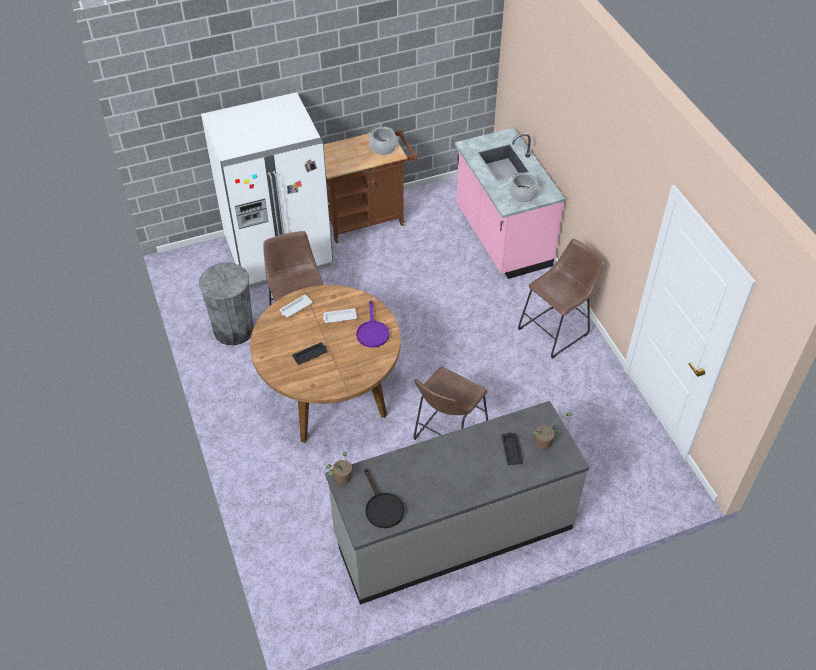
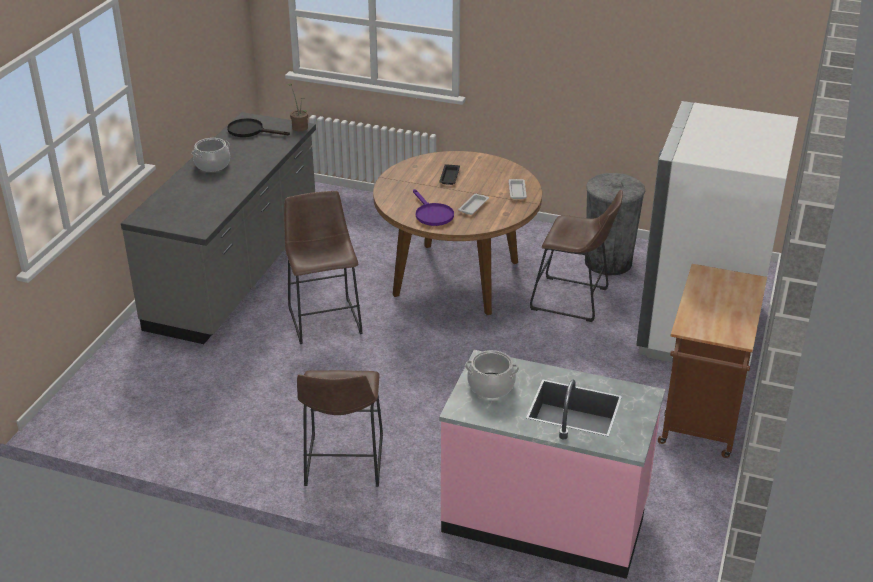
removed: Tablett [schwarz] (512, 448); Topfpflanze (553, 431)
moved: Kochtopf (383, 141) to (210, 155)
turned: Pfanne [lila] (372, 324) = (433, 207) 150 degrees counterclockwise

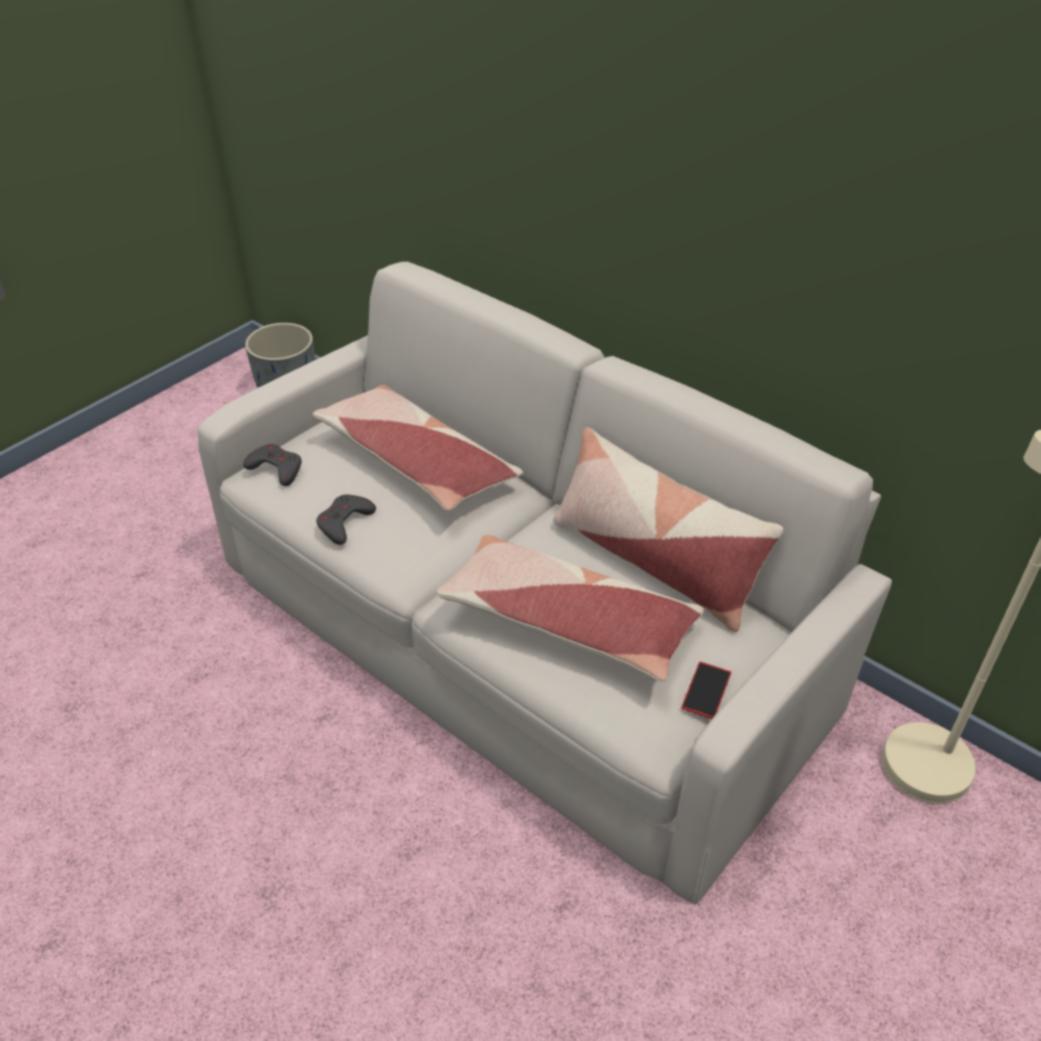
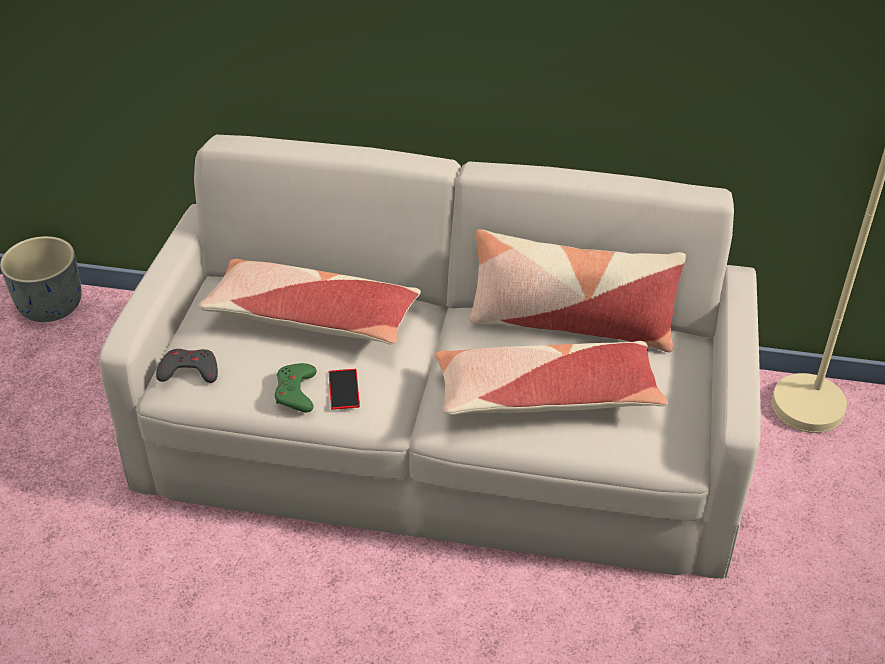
moved: Handy (706, 690) to (344, 389)
recoloured: Gamepad [grau] (346, 519) to Gamepad [grün] (295, 387)

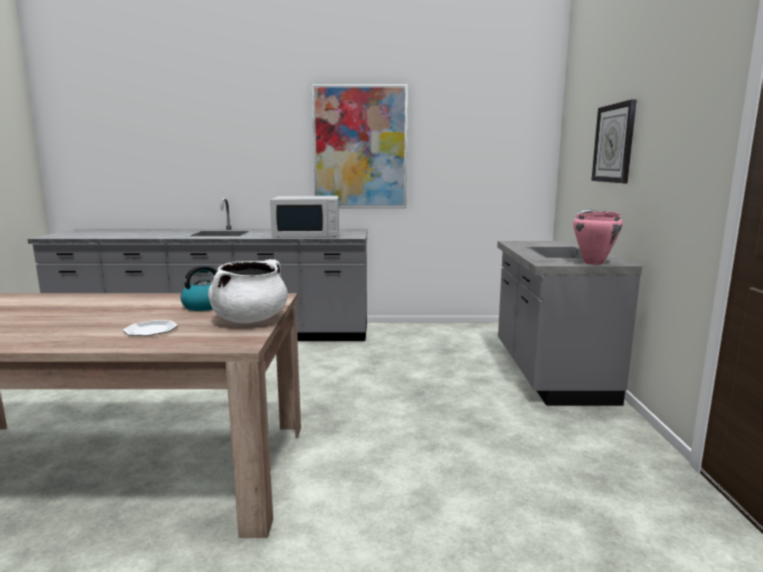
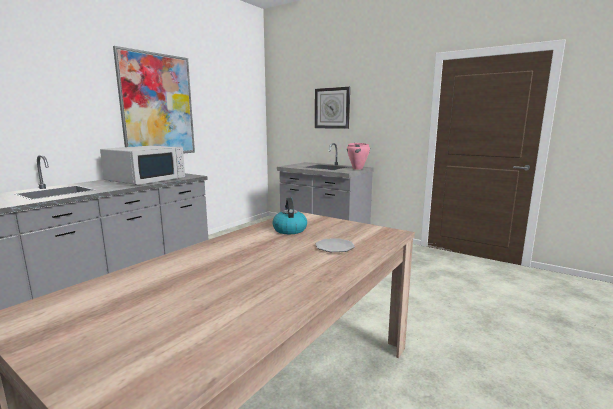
removed: Kochtopf [weiß] (248, 291)

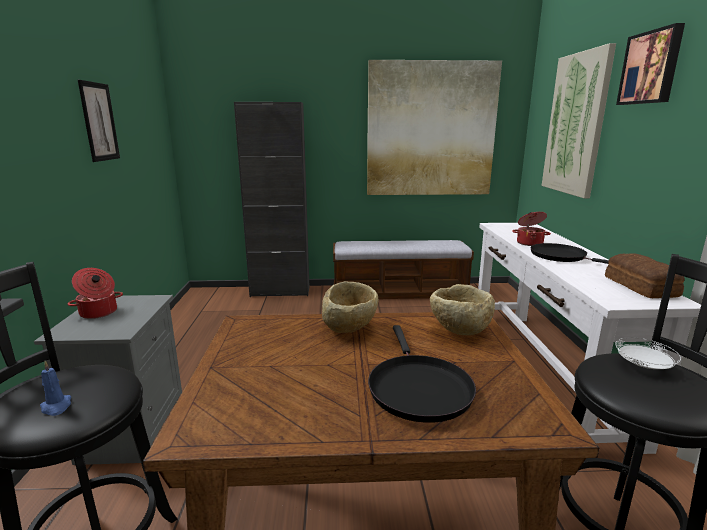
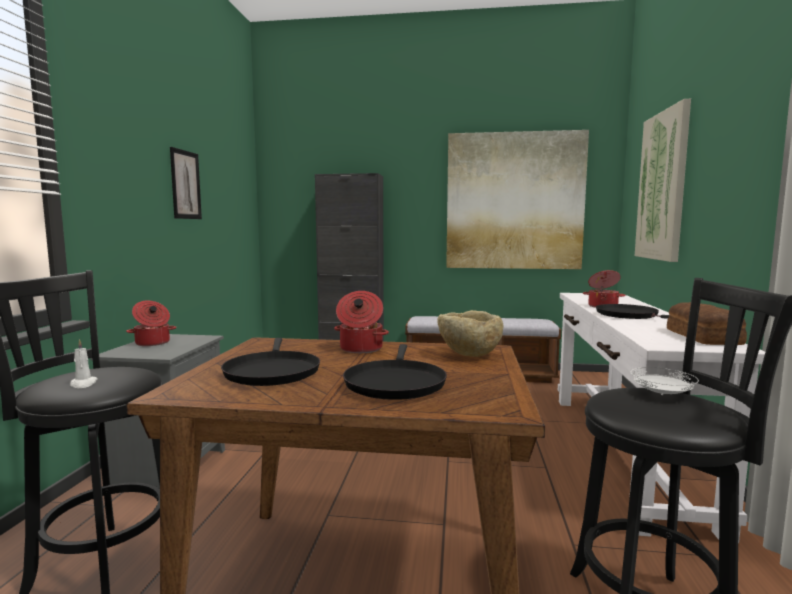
removed: Bild (650, 64)
added: Pfanne [schwarz] (270, 362)
replaced: Schüssel [beige] (350, 307) to Kochtopf (361, 322)
recoloured: Kerze [blau] (55, 388) to Kerze [weiß] (84, 363)

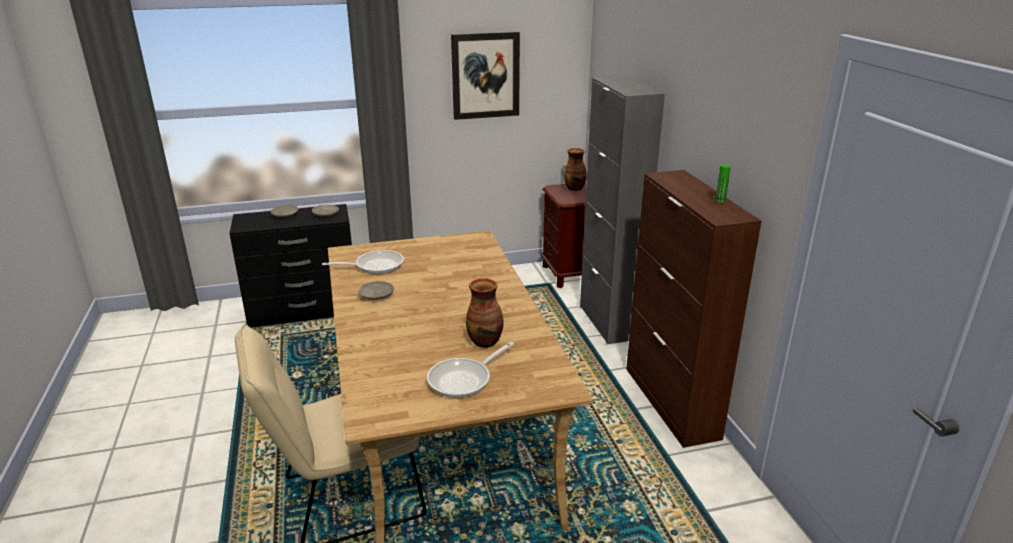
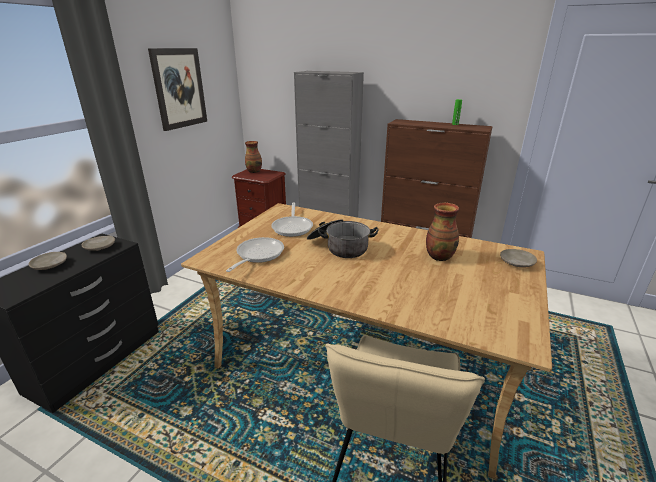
added: Kochtopf (343, 238)
moved: Pfanne (470, 370) to (292, 219); Teller [beige] (376, 290) to (518, 258)

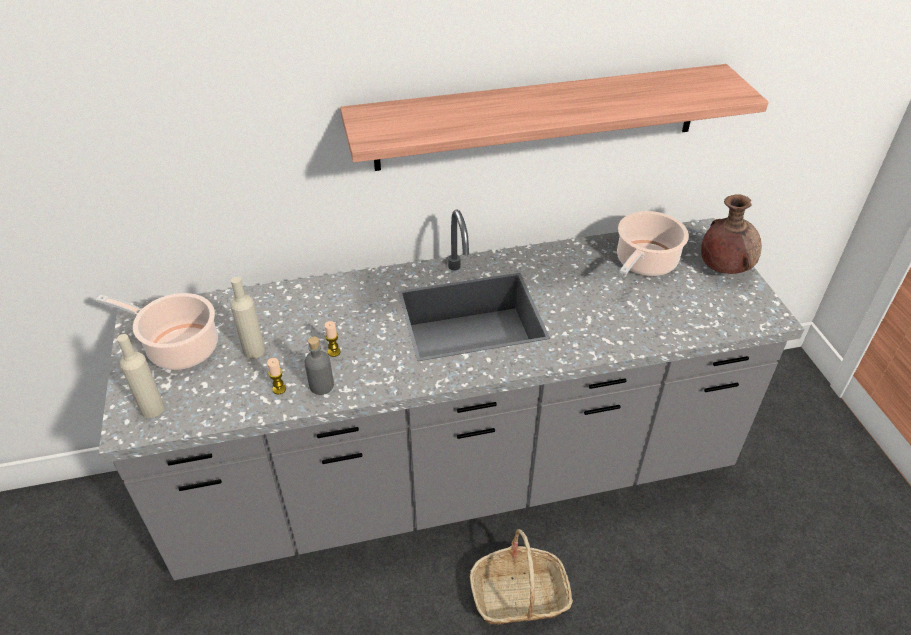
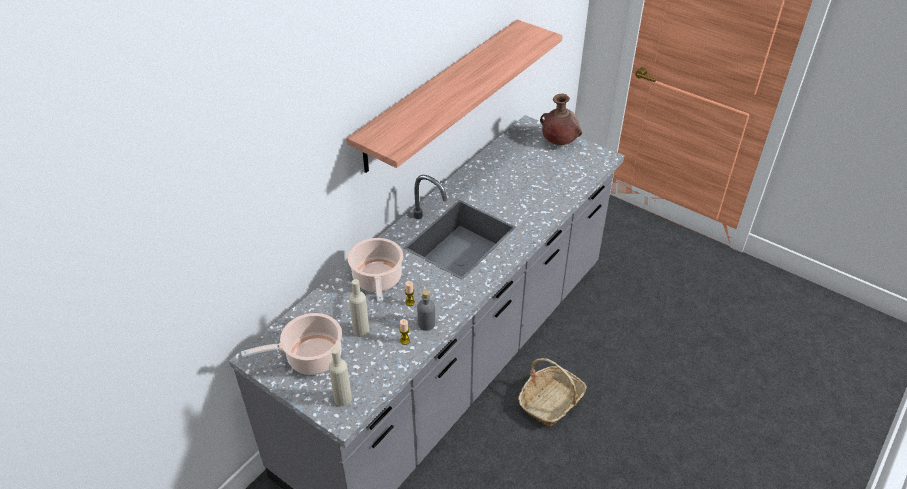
moved: Kochtopf (653, 243) to (375, 270)

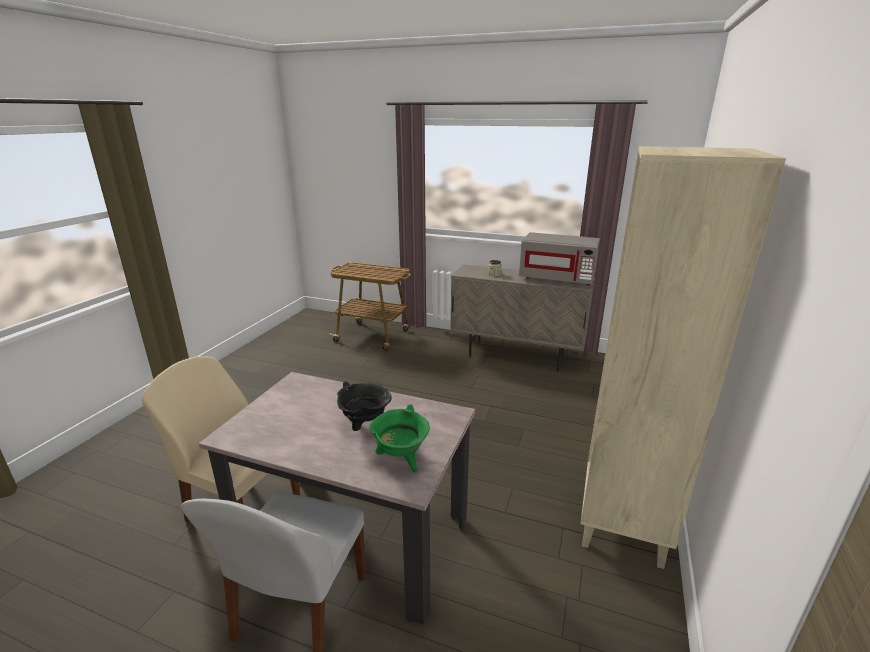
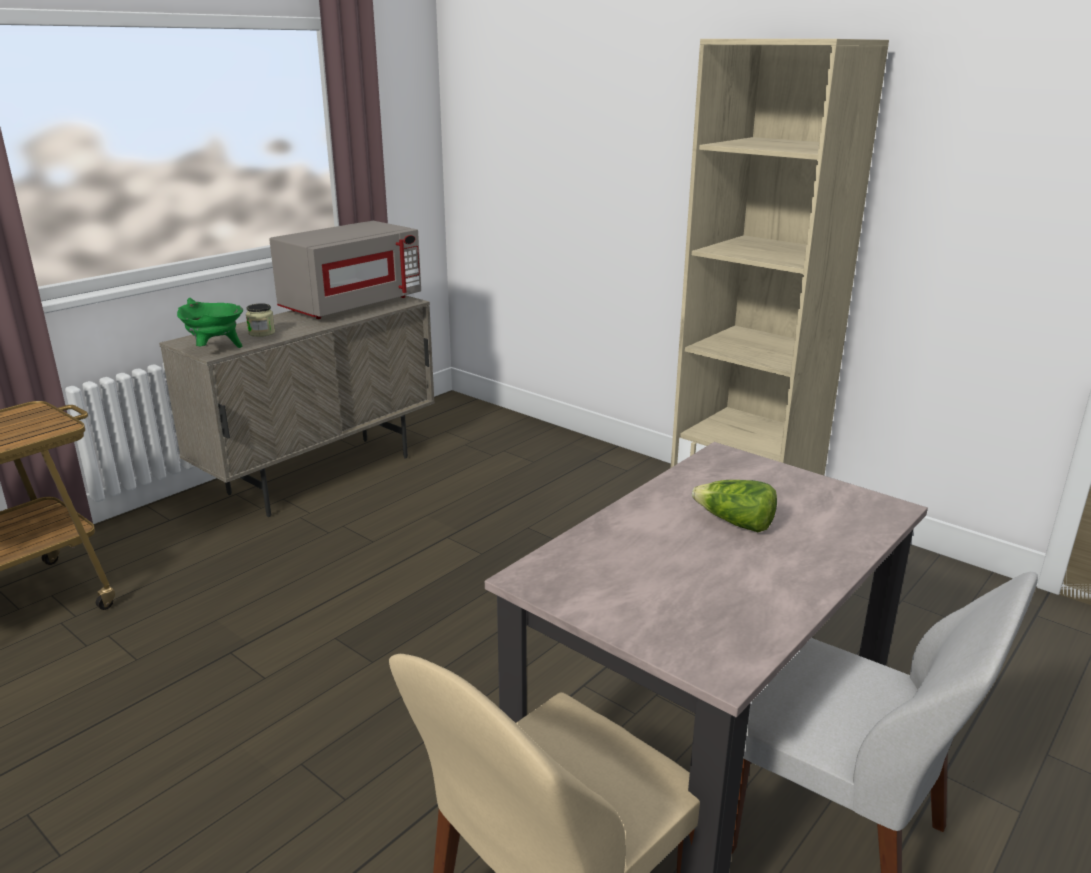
moved: Kochtopf [grün] (399, 438) to (210, 323)
replaced: Kochtopf [schwarz] (364, 406) to Salatkopf (734, 506)

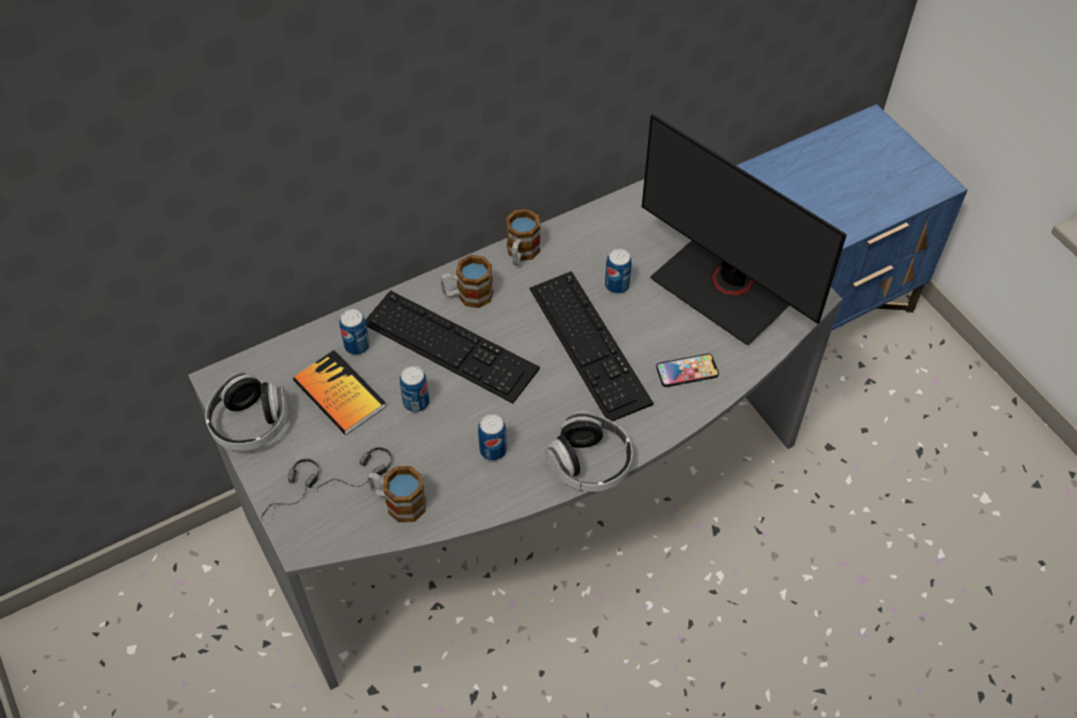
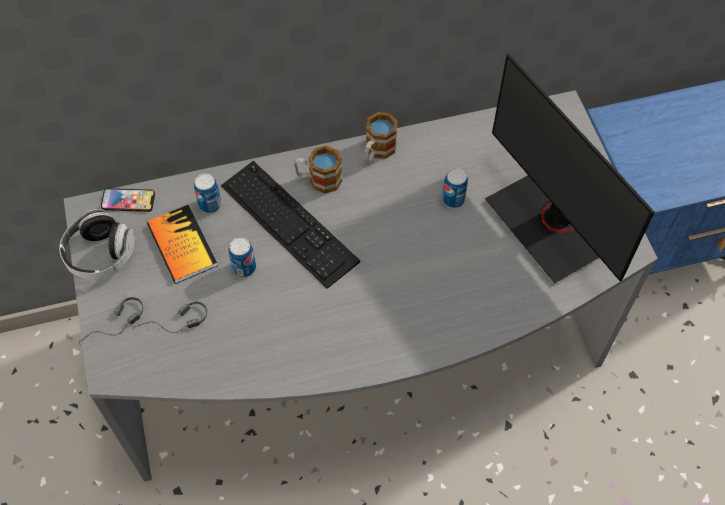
removed: Henkelbecher (396, 494); Dose (492, 437); Tastatur (591, 346); Kopfhörer (588, 452)
moved: Handy (687, 370) to (128, 200)

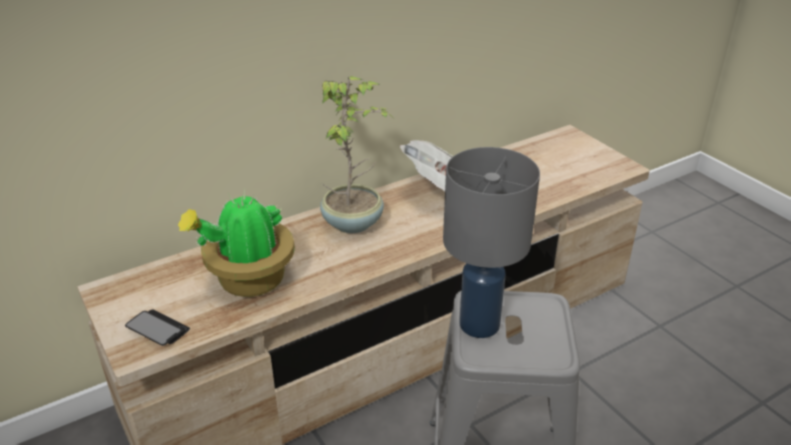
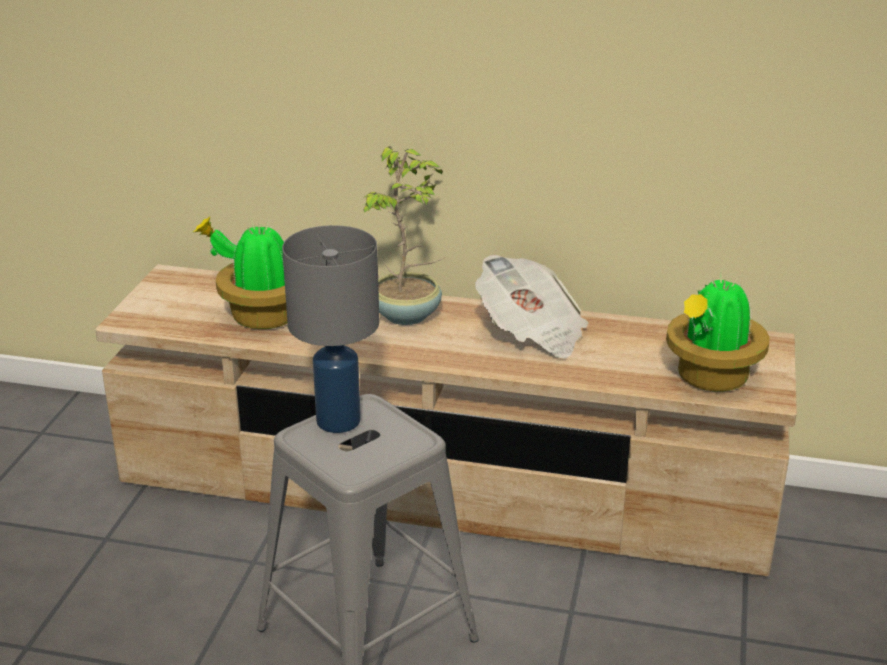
removed: Handy (157, 328)
added: Topfpflanze (718, 332)

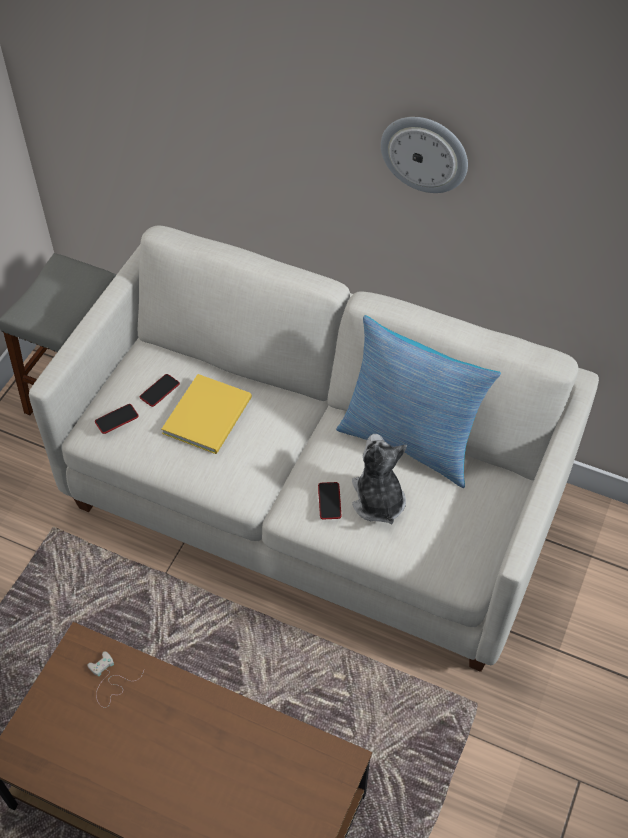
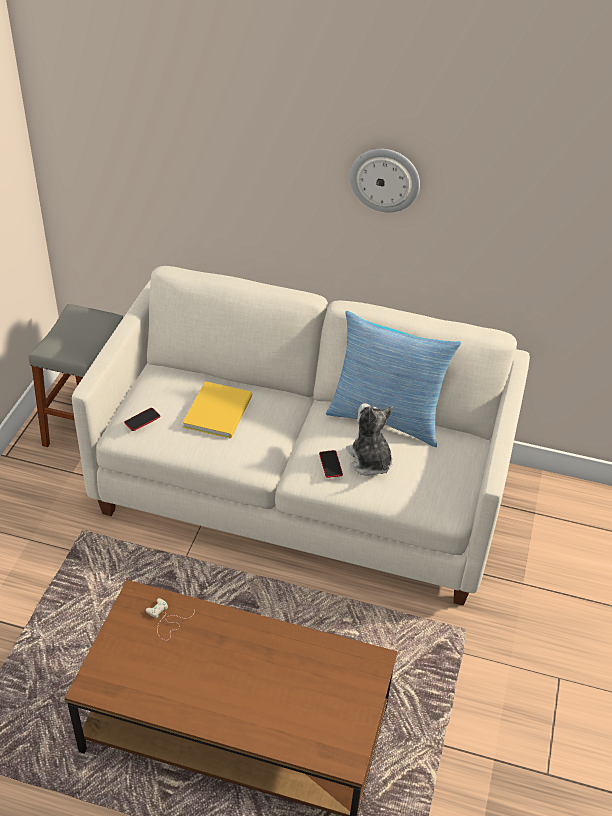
removed: Handy (160, 390)

